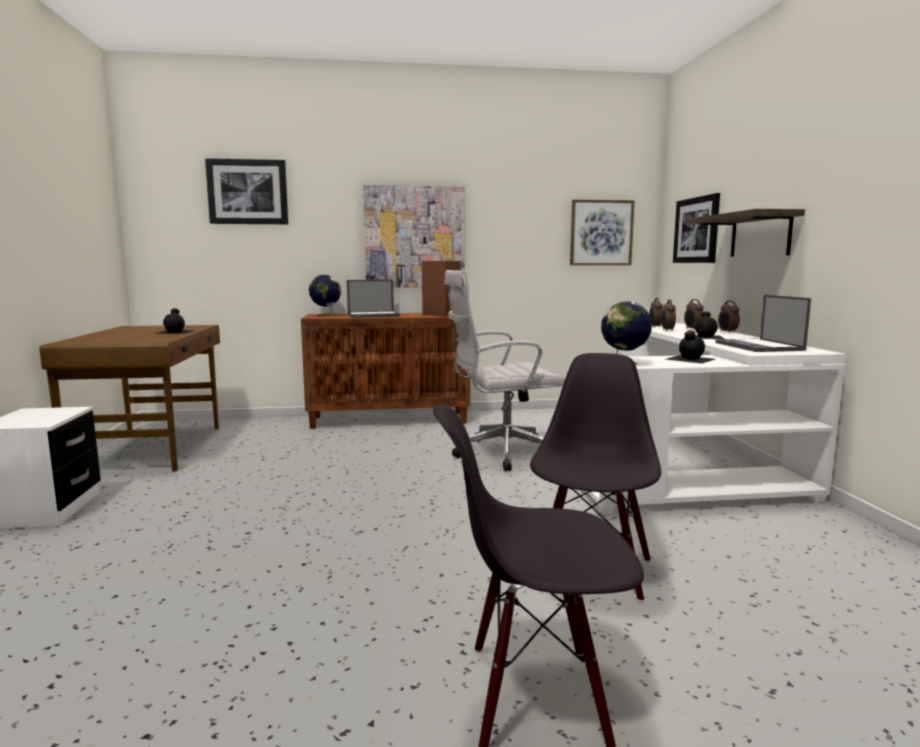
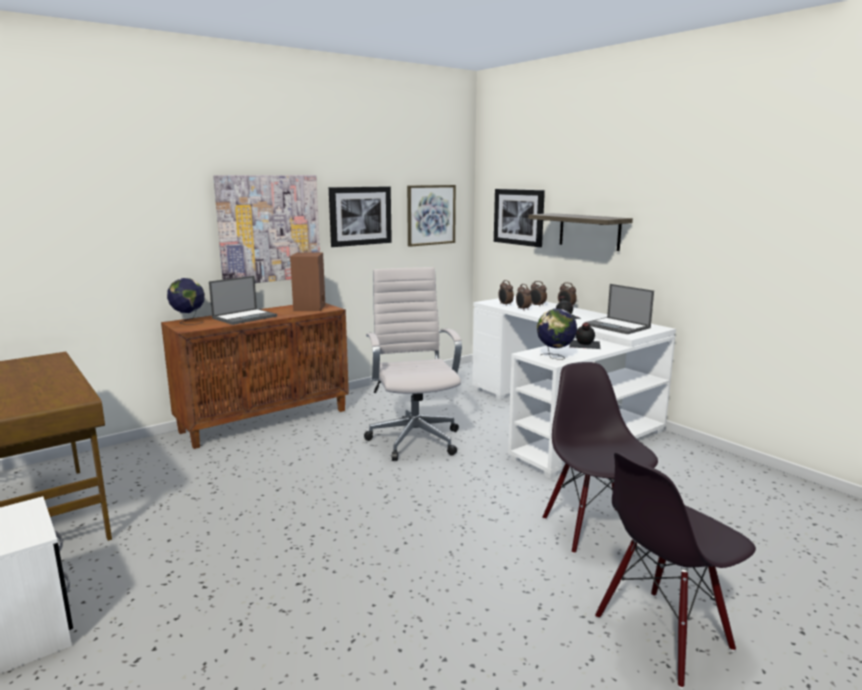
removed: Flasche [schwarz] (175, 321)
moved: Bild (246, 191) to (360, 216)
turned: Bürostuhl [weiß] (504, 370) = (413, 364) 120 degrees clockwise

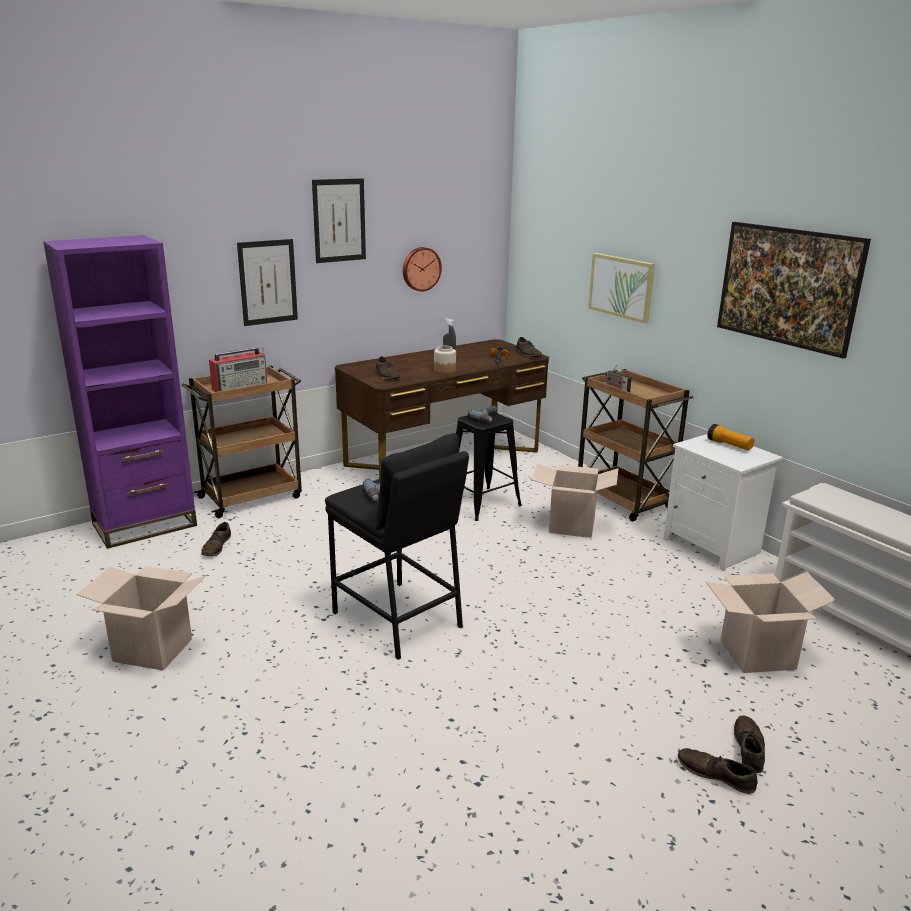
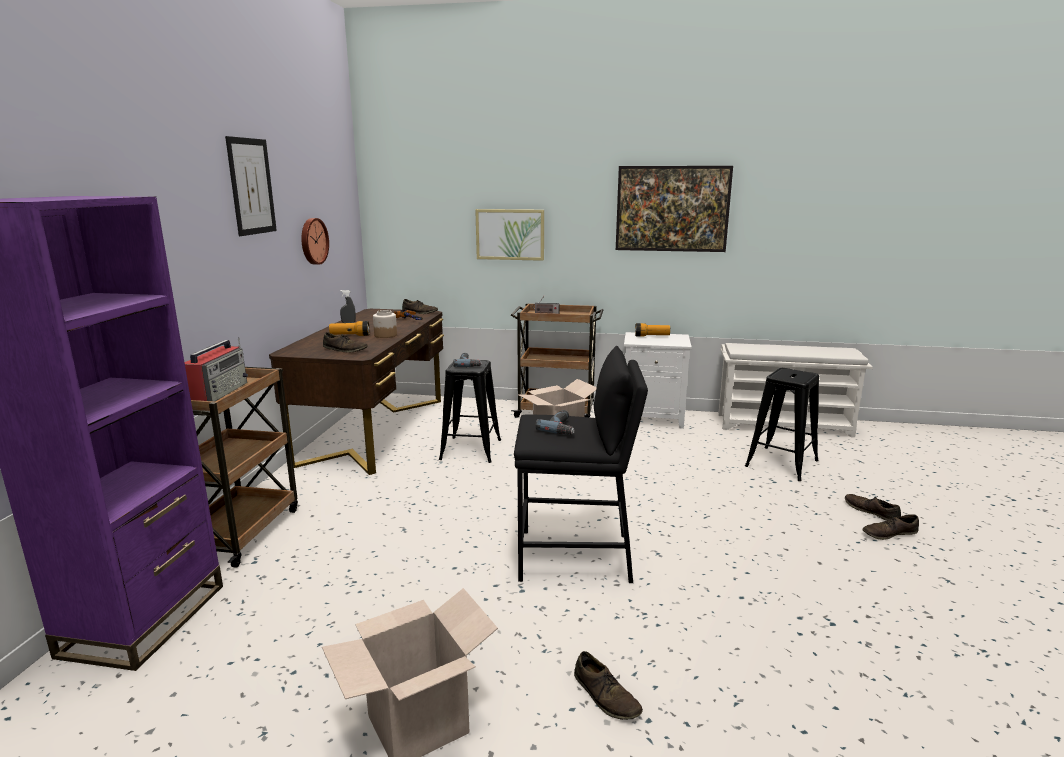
removed: Bild (267, 282)
added: Taschenlampe (349, 328)
moved: Schuh [braun] (216, 539) to (608, 685)
replaced: Karton (771, 622) to Hocker [schwarz] (782, 424)

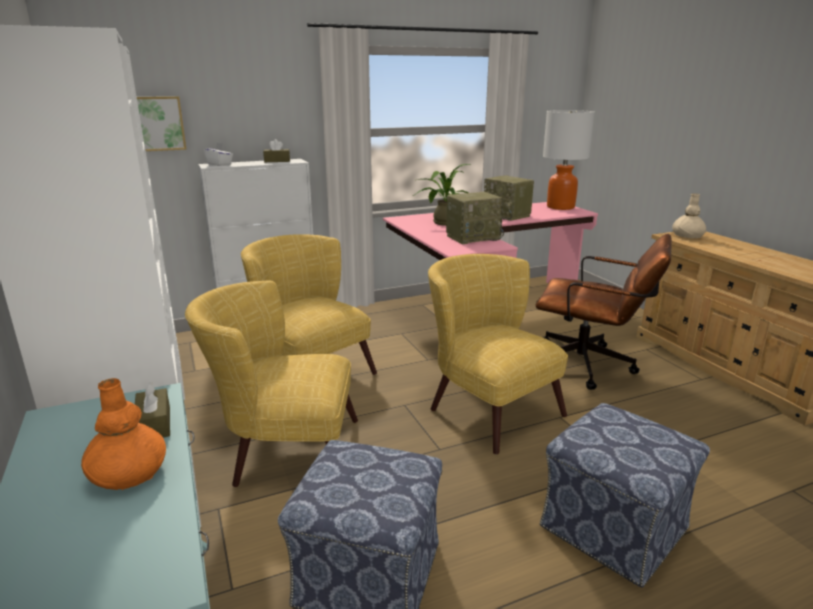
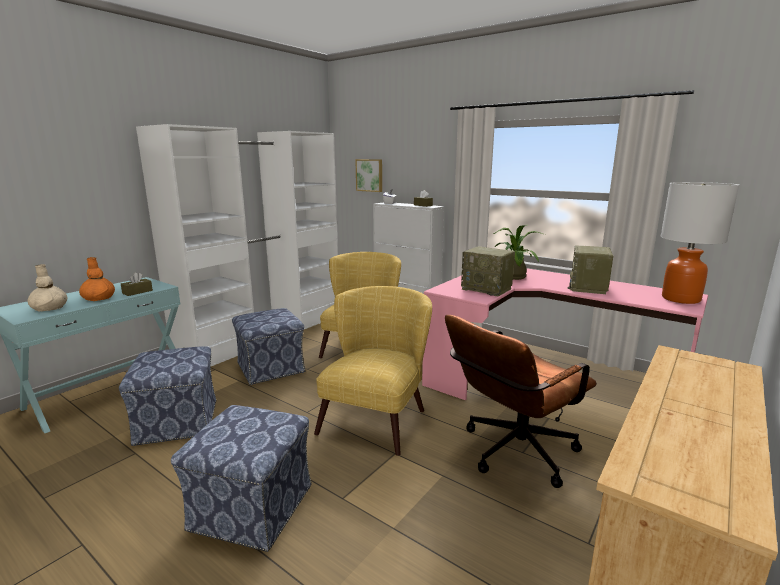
moved: Vase [beige] (689, 216) to (47, 288)
replaced: Sessel [gelb] (271, 383) to Polsterhocker (268, 346)
turned: Bürostuhl [braun] (604, 312) = (521, 401) 60 degrees clockwise

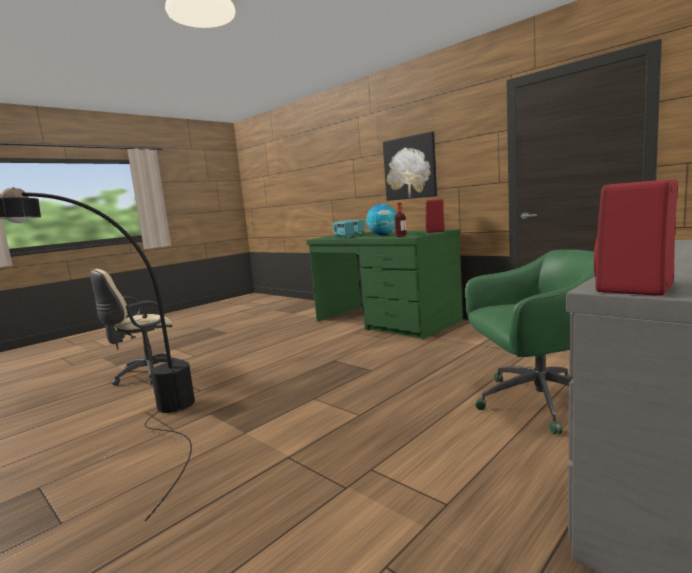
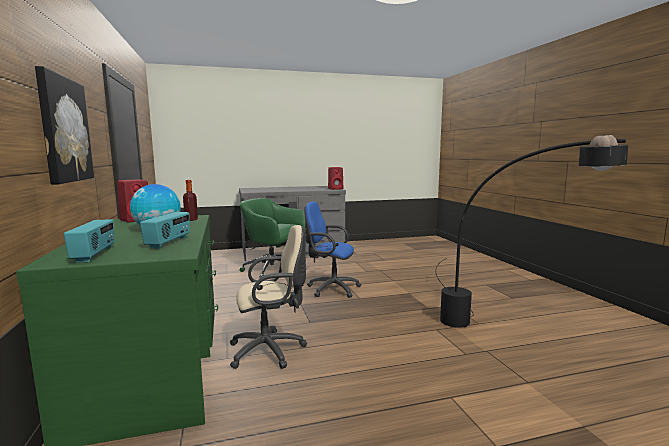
added: Bürostuhl [blau] (332, 249)
moved: Bürostuhl [beige] (137, 327) to (268, 297)

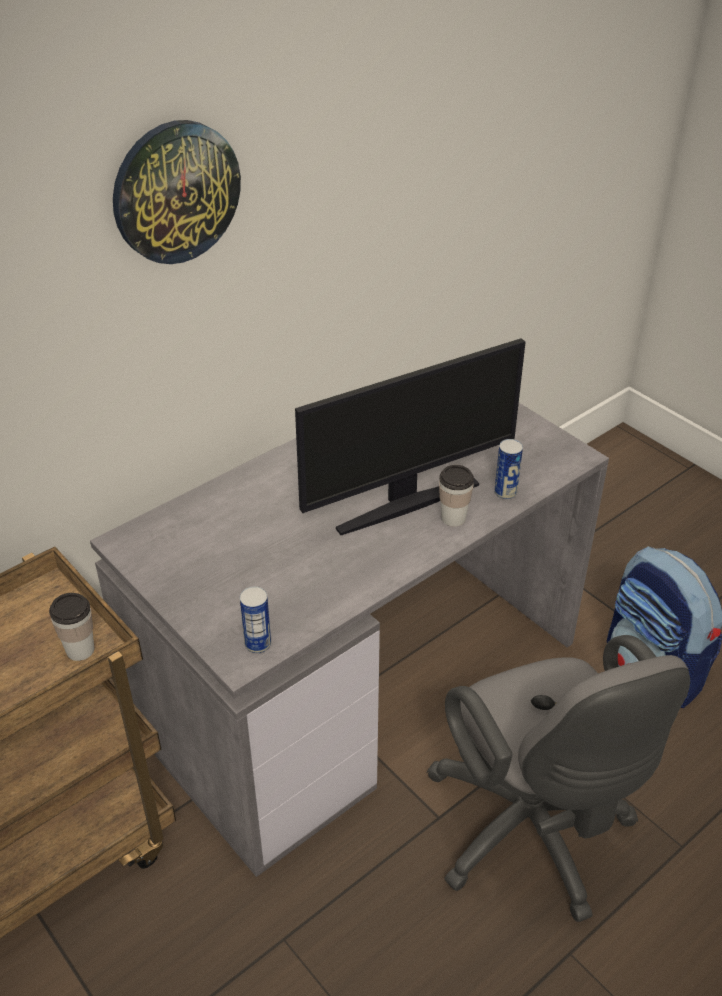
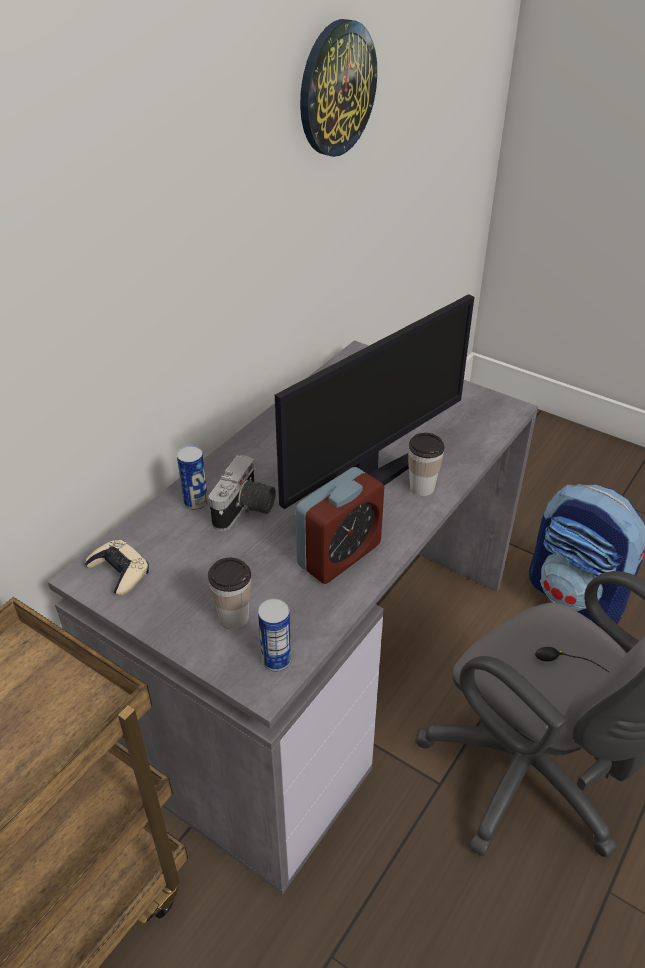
added: Gamepad [beige] (117, 568); Kamera (242, 493); Wecker (339, 525)
moved: Dose (508, 469) to (192, 478); Tasse (71, 627) to (229, 593); Wanduhr (177, 192) to (338, 88)

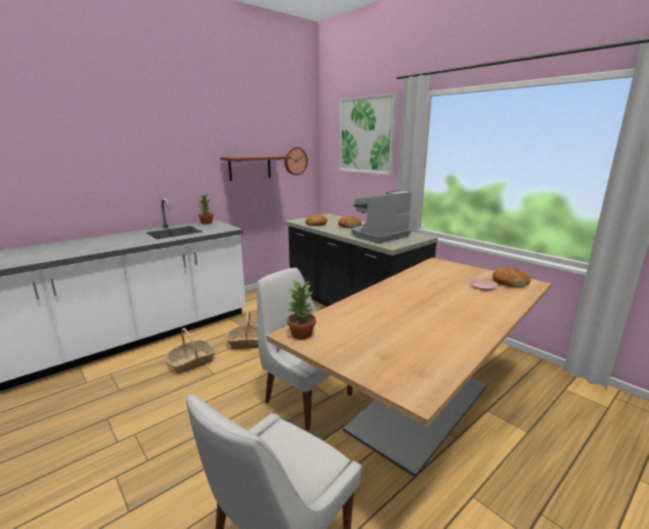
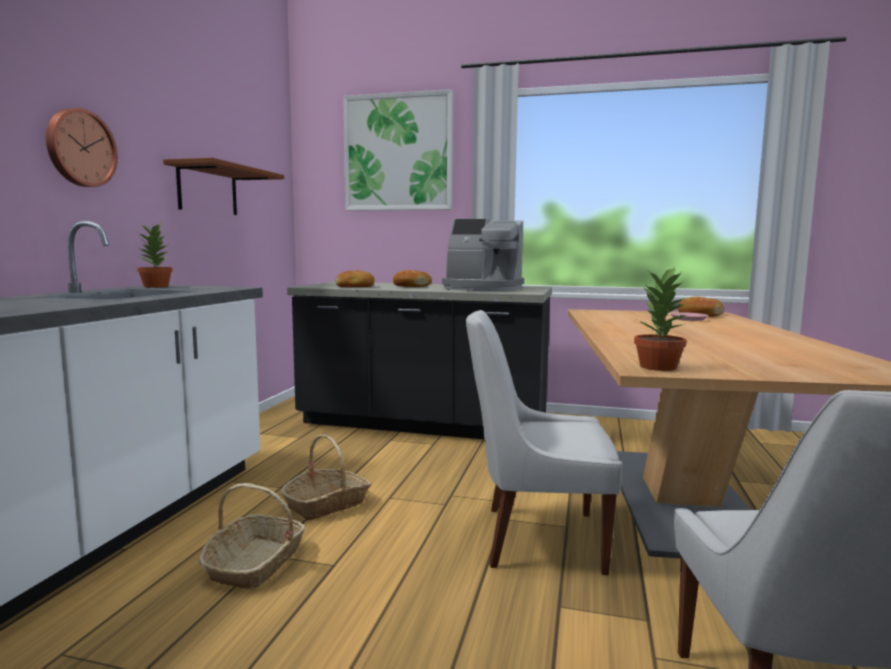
moved: Wanduhr (296, 161) to (82, 147)
turned: Kaffeemaschine (382, 216) = (483, 255) 90 degrees counterclockwise

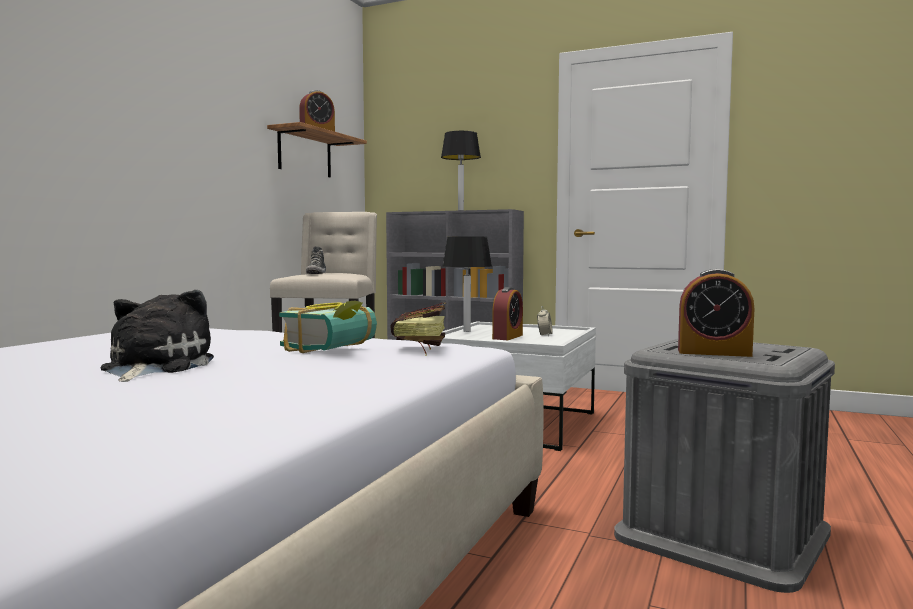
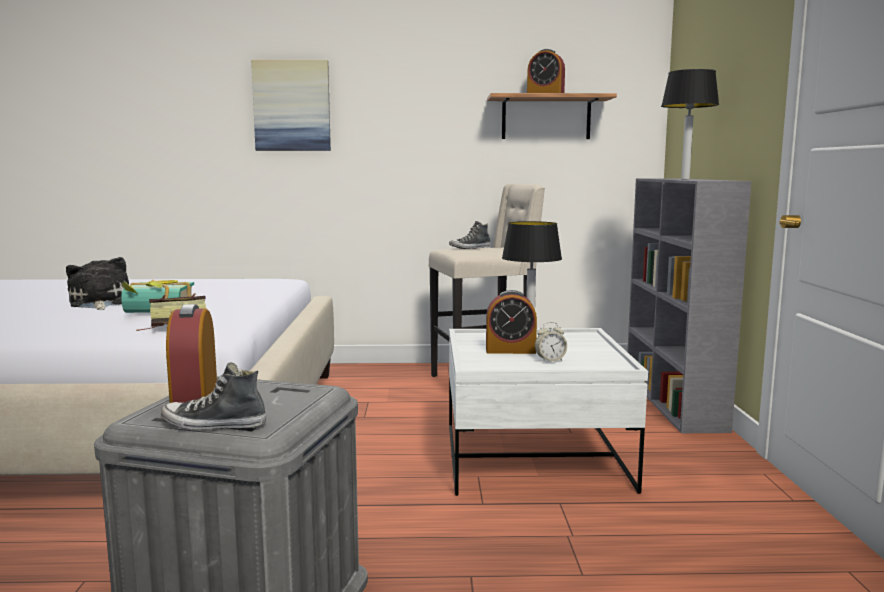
added: Schuh (213, 396); Bild (291, 105)
turned: Plüschtier (157, 336) = (97, 283) 90 degrees counterclockwise

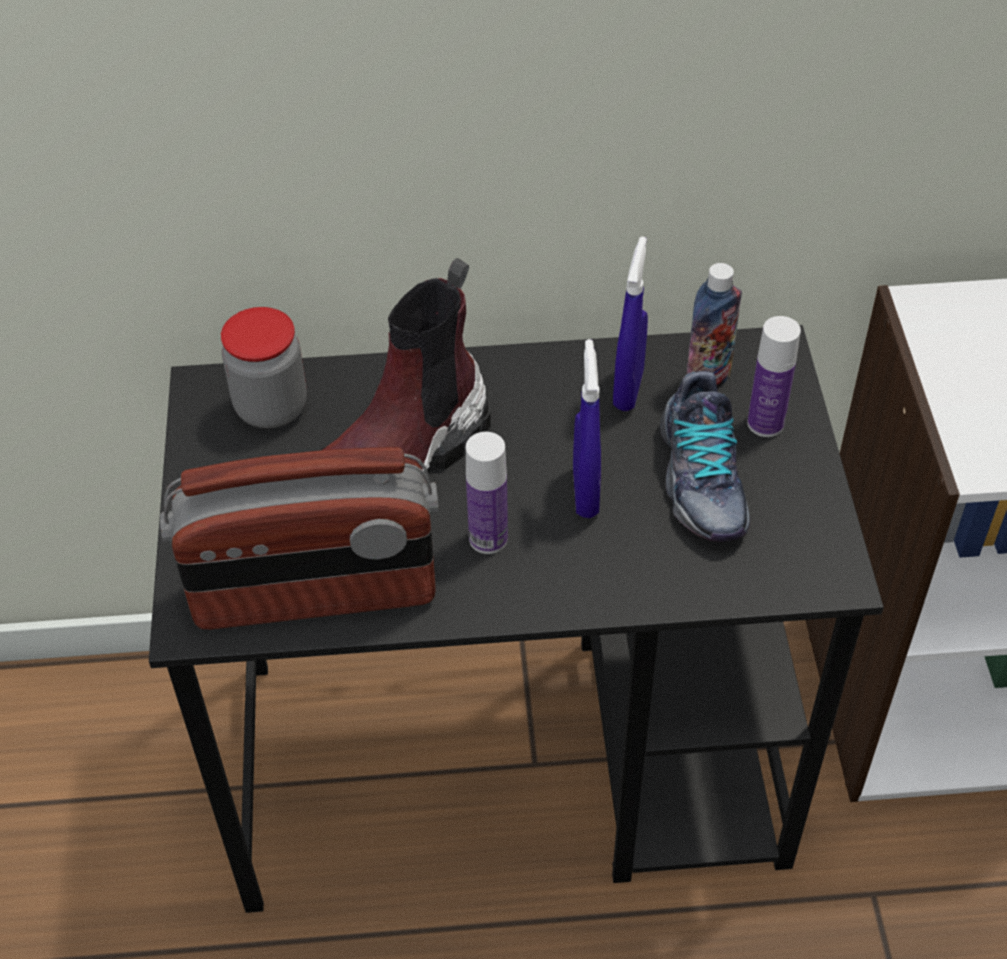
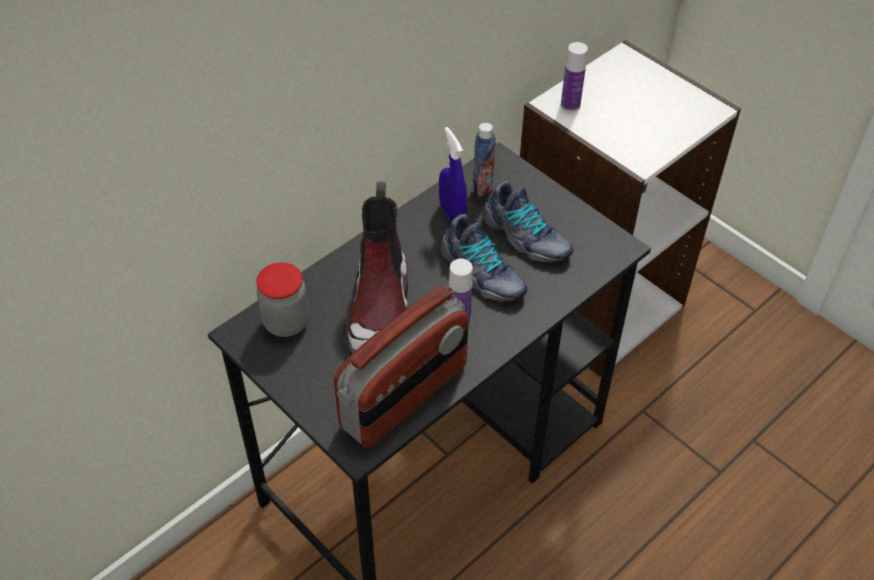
moved: Flasche (774, 376) to (574, 77)
replaced: Sprühflasche [blau] (587, 428) to Schuh (484, 258)

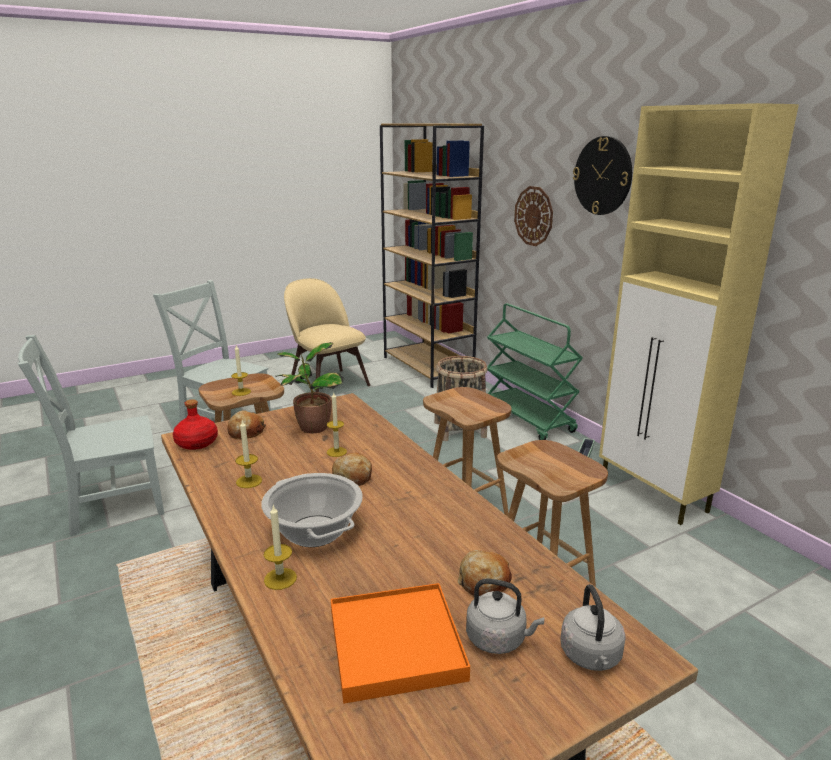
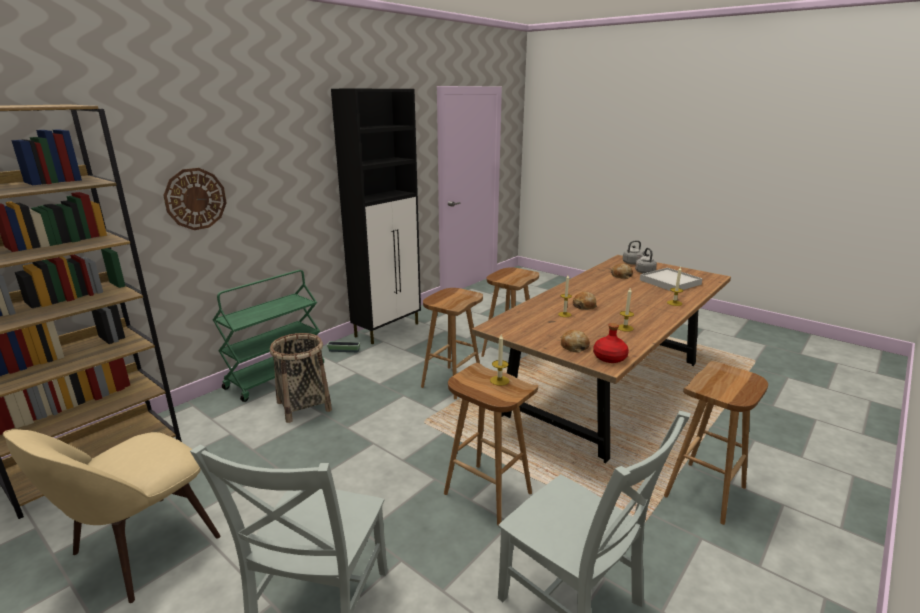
removed: Kochtopf (312, 510); Topfpflanze (309, 388); Wanduhr (602, 175)
added: Hocker [braun] (716, 443)
recoloured: Schrank [beige] (699, 314) to Schrank [schwarz] (376, 216); Tablett [orange] (400, 643) to Tablett [weiß] (671, 279)

